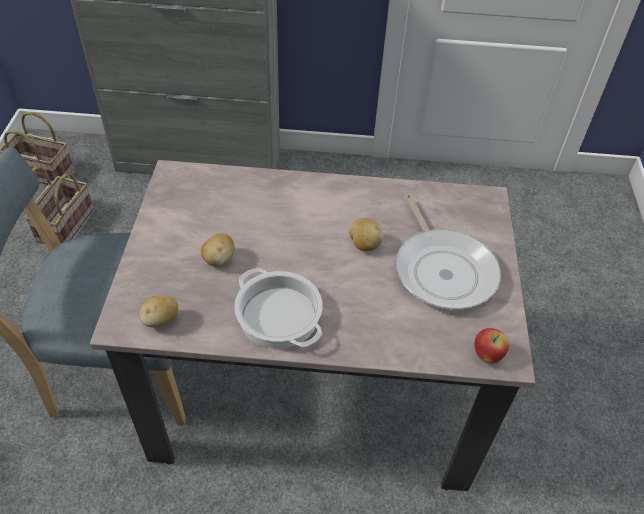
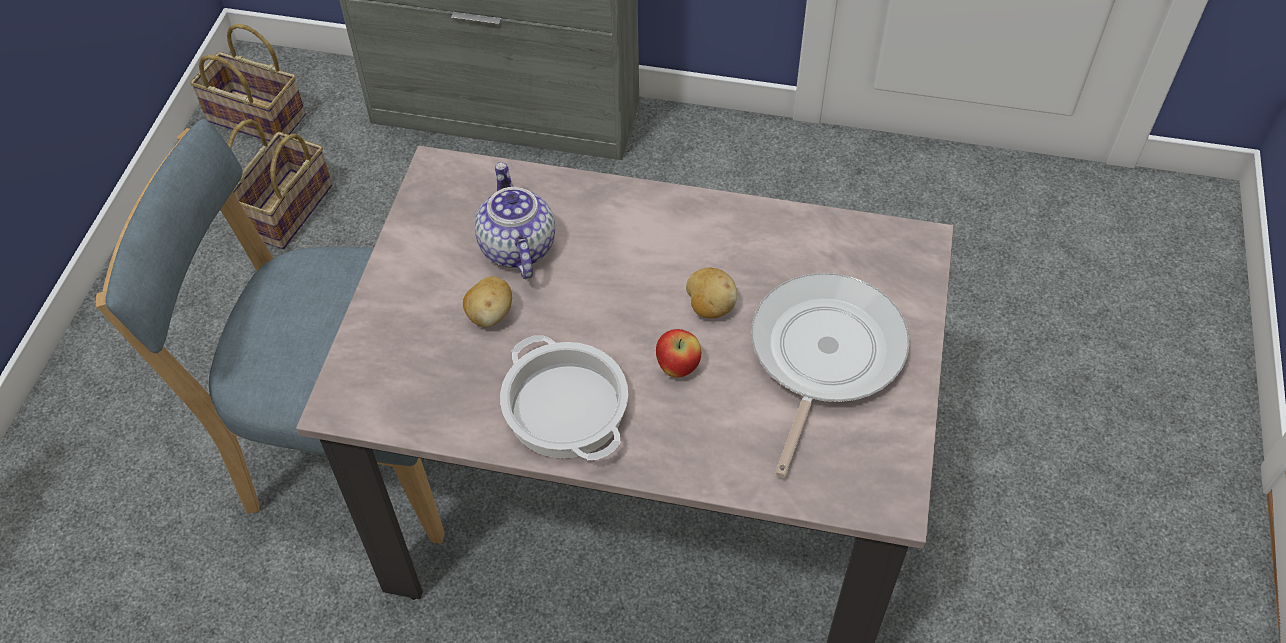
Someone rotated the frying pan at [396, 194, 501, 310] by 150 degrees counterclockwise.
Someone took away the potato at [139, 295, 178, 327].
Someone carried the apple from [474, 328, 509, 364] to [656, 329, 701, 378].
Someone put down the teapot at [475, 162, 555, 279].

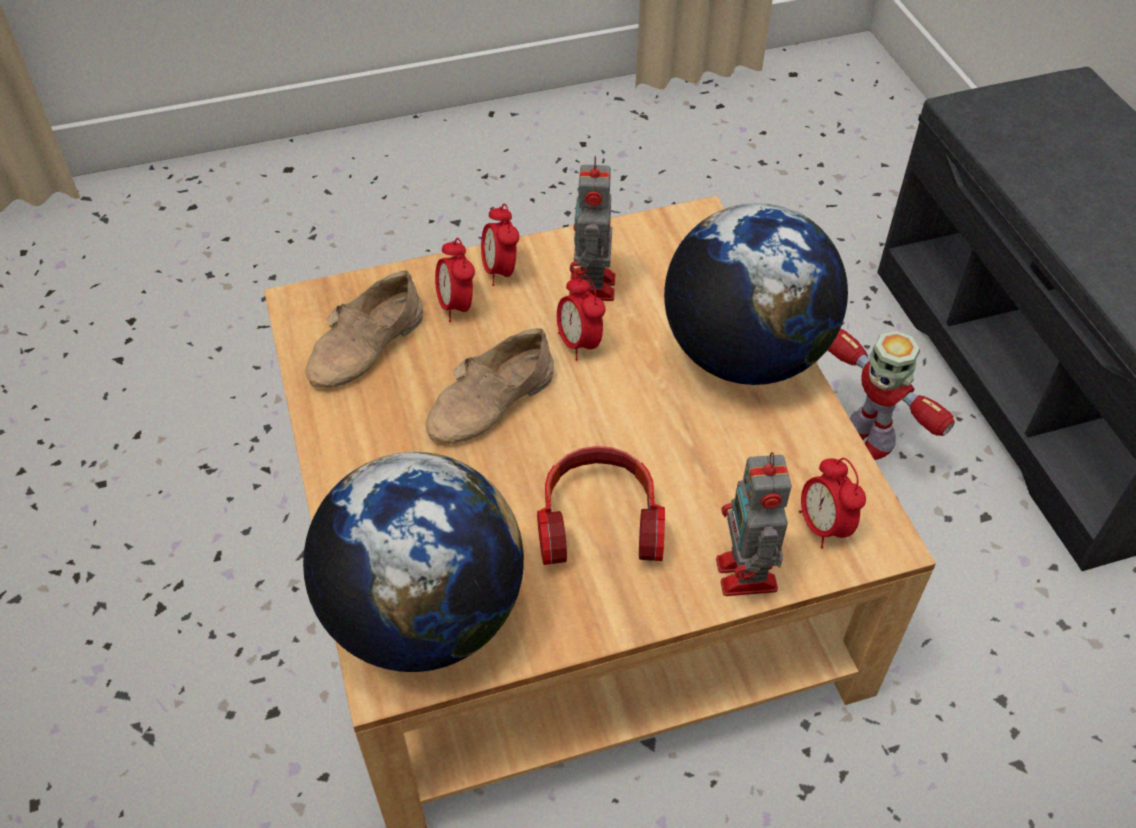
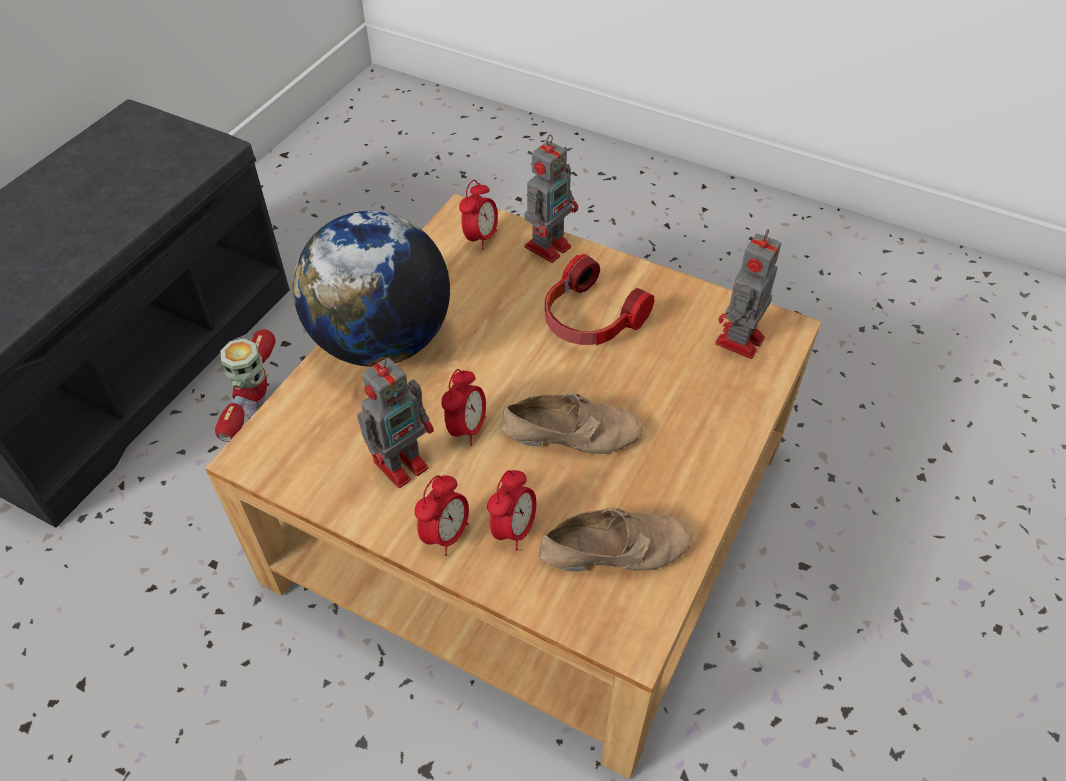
Someone swapped the globe at [303, 452, 524, 672] for the toy robot at [715, 229, 781, 359].

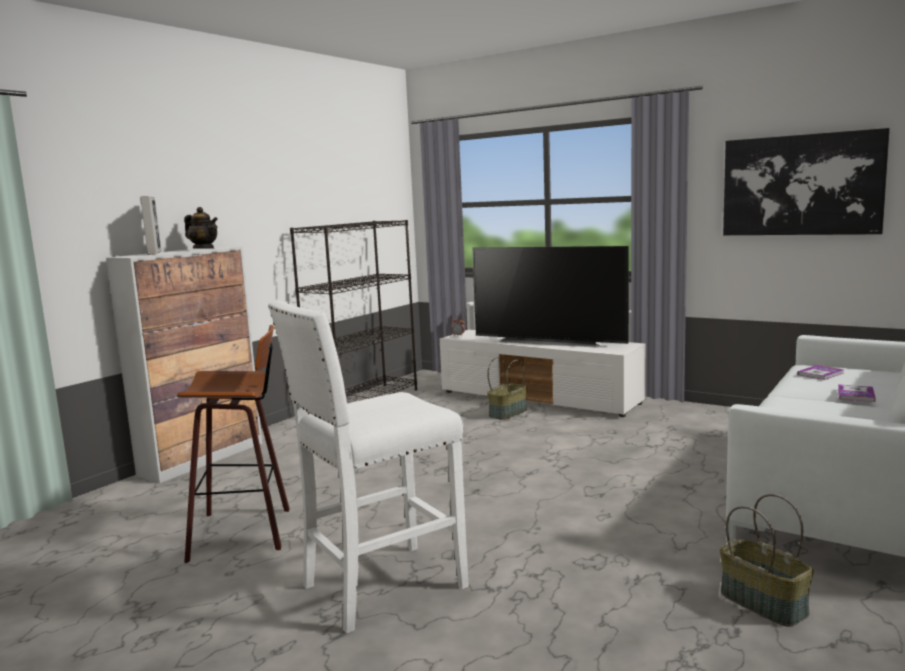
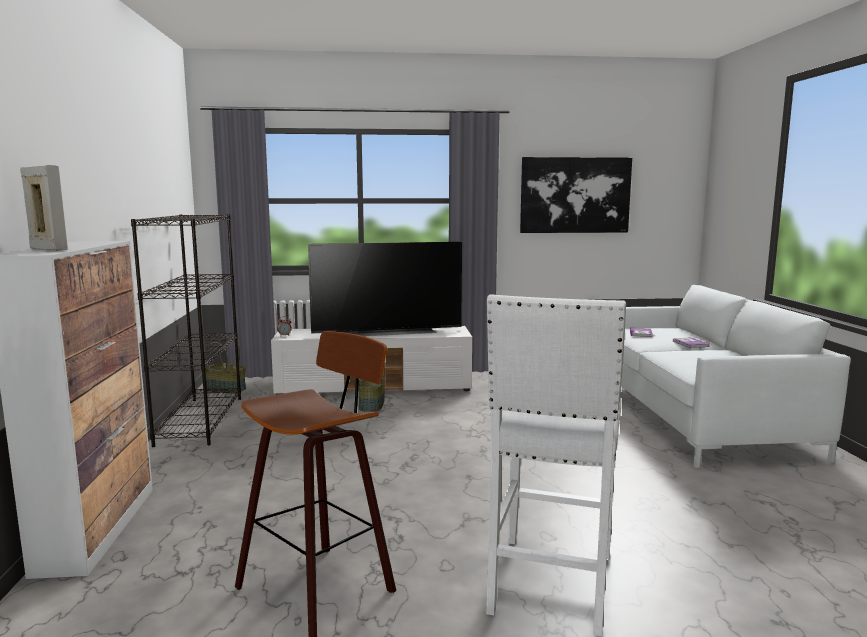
Someone took away the teapot at [184, 207, 218, 249].
Someone carried the basket from [720, 494, 814, 627] to [205, 338, 246, 394].

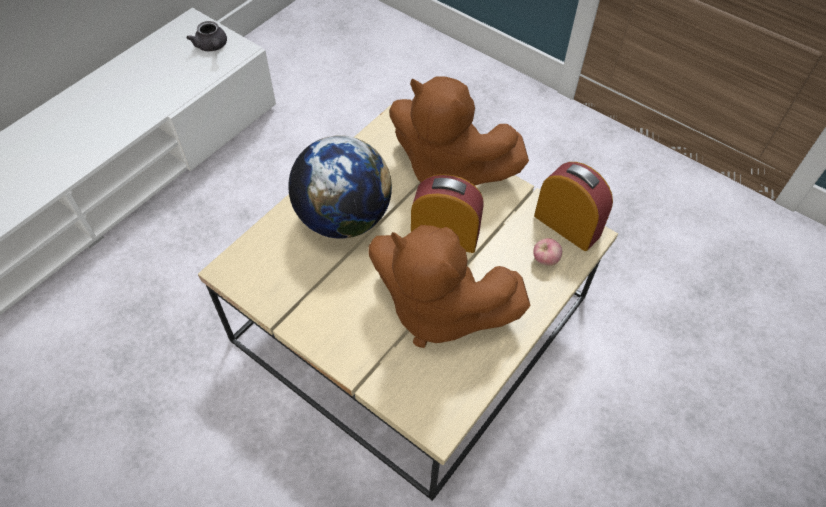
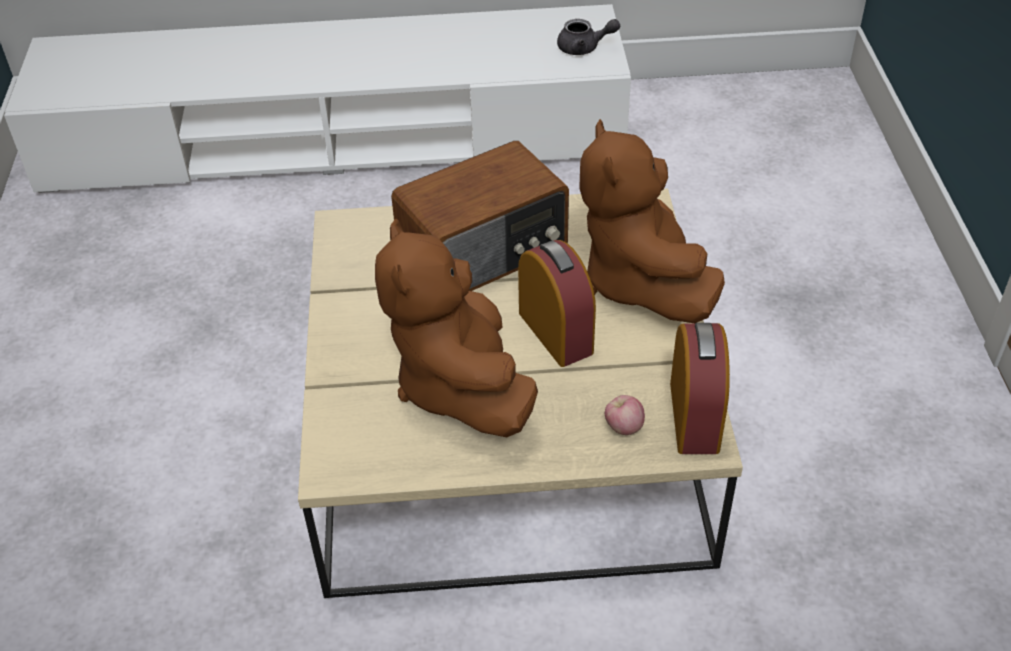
Someone rotated the teapot/grey at [186, 21, 227, 52] by 105 degrees counterclockwise.
Someone swapped the globe at [288, 135, 392, 239] for the radio at [391, 141, 569, 291].

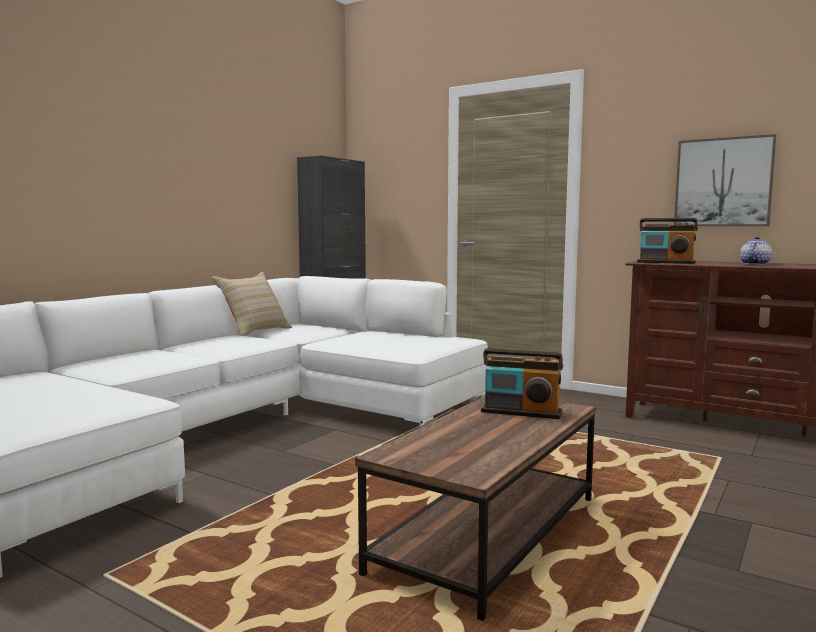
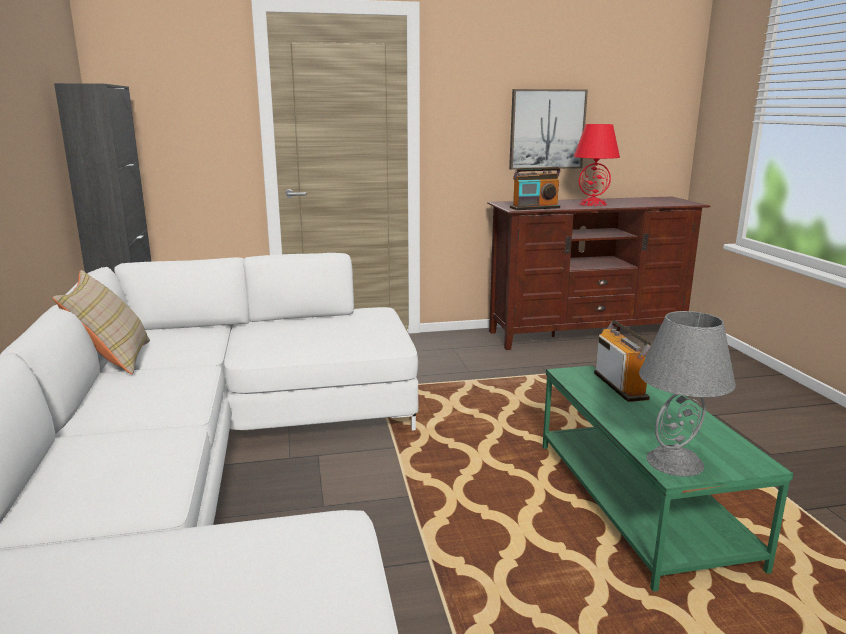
Someone swapped the teapot at [740, 236, 772, 265] for the table lamp/red at [574, 124, 620, 206].
Someone rotated the radio at [481, 348, 563, 419] by 75 degrees counterclockwise.
Someone repainted the coffee table/brown at [355, 396, 596, 621], which became the coffee table/green at [543, 365, 794, 592].
Someone put down the table lamp/grey at [639, 311, 736, 477].

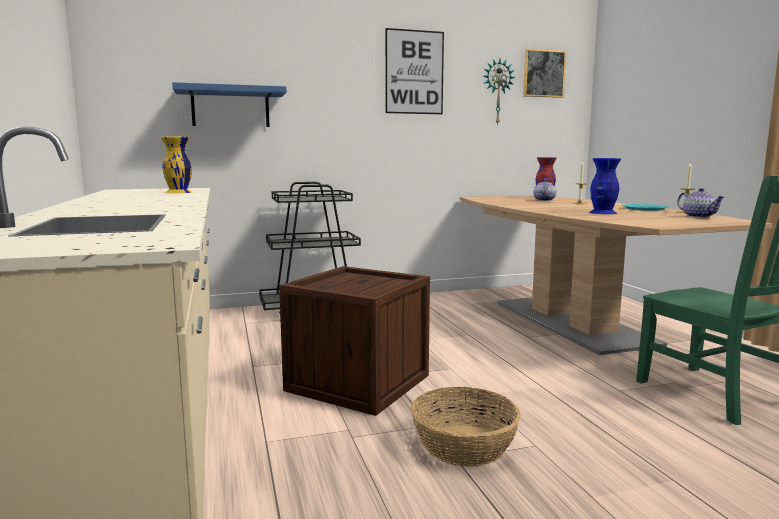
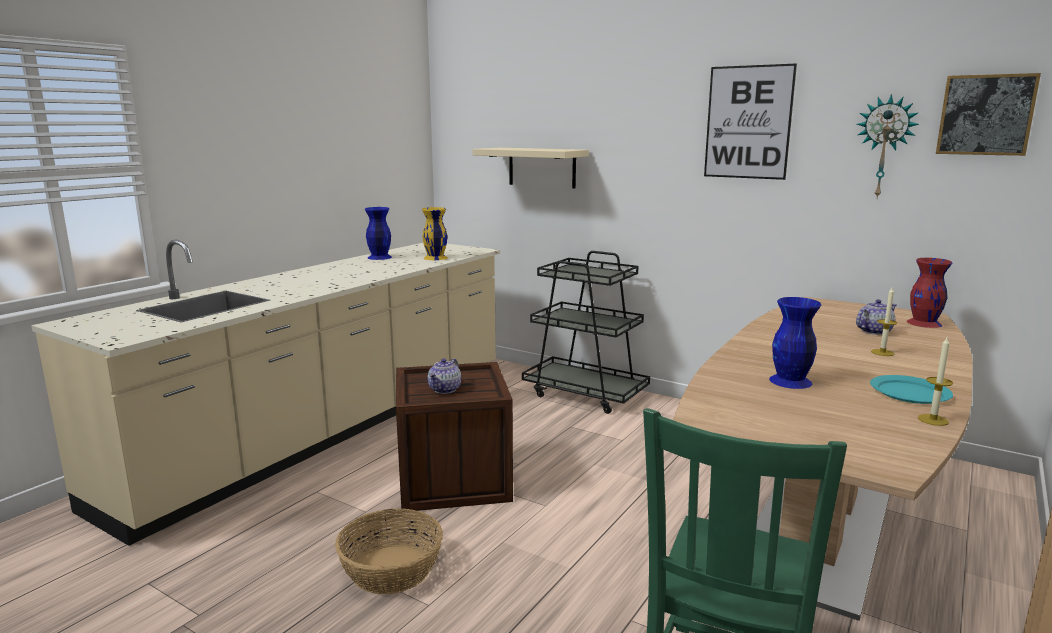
Someone repainted the shelf/blue at [172, 82, 287, 127], which became the shelf/beige at [473, 148, 589, 188].
Someone carried the teapot from [677, 188, 725, 218] to [427, 358, 461, 394].
Someone put down the vase/blue at [365, 207, 392, 260].

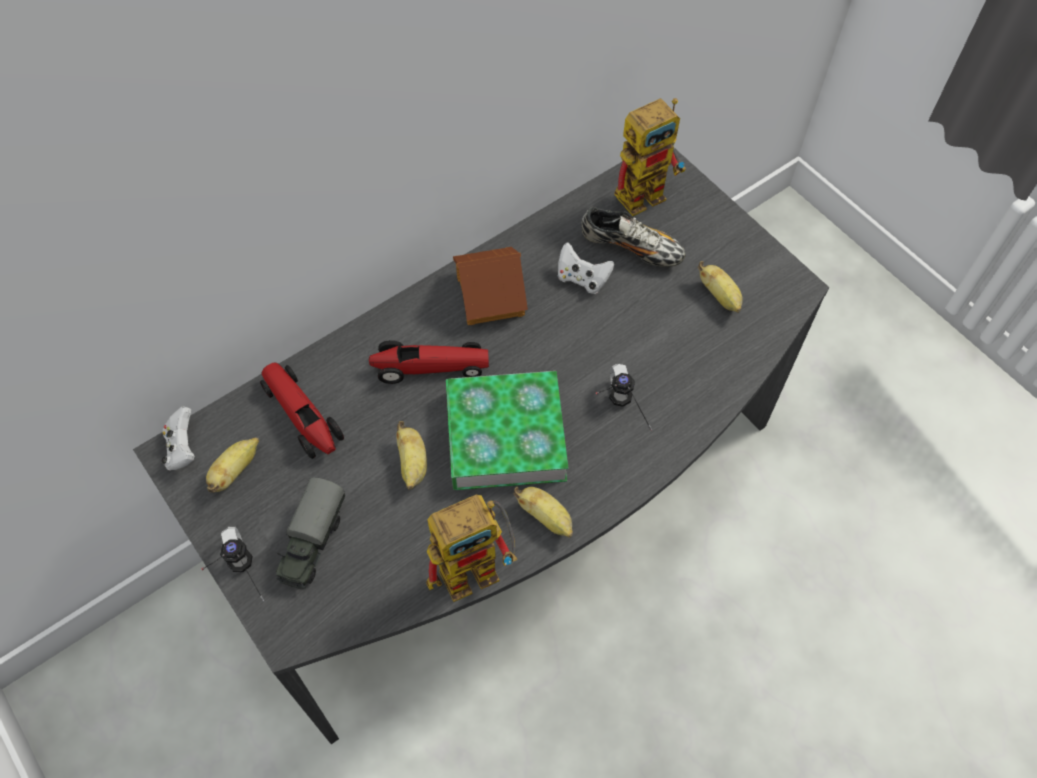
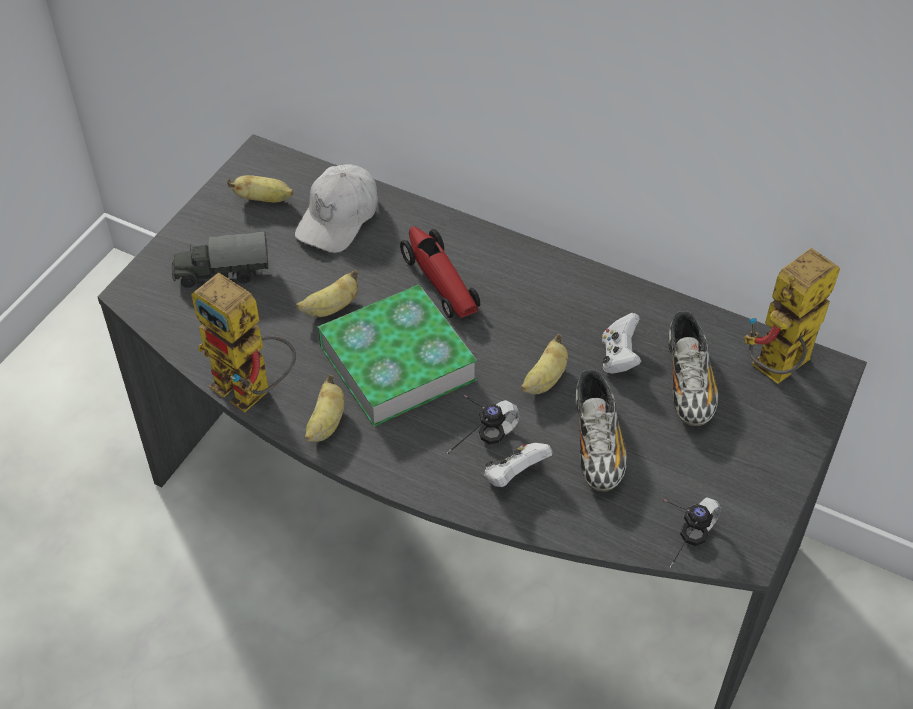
Someone rotated the toy robot at [614, 98, 686, 216] by 105 degrees clockwise.
Someone took away the toy house at [453, 247, 528, 325].
Someone carried the banana from [698, 261, 743, 313] to [521, 334, 568, 394].
Someone swapped the toy car at [260, 363, 344, 459] for the cap/white at [295, 164, 378, 253].
Someone carried the game controller/white from [162, 406, 195, 471] to [485, 443, 553, 487].
Someone carried the headphones from [202, 527, 264, 602] to [663, 497, 721, 569].
Someone put down the shoe at [575, 369, 627, 491].

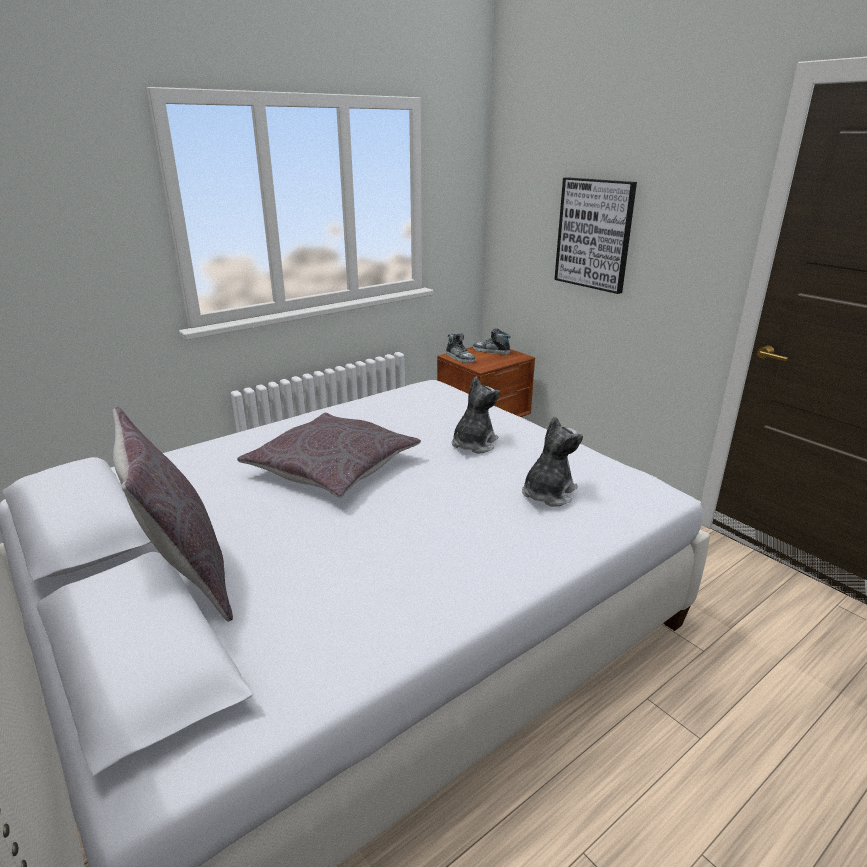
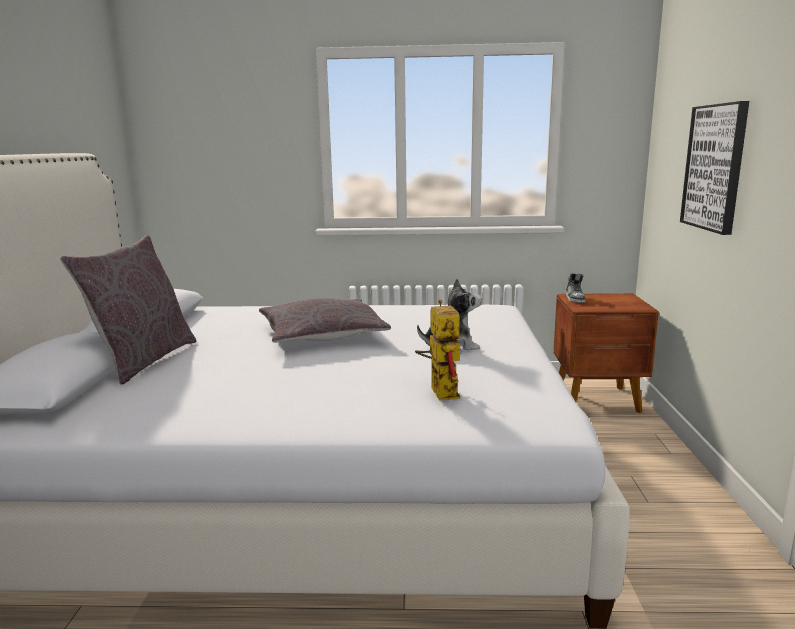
Someone took away the shoe at [473, 328, 511, 355].
Someone swapped the plush toy at [522, 416, 583, 507] for the toy robot at [415, 300, 461, 401].

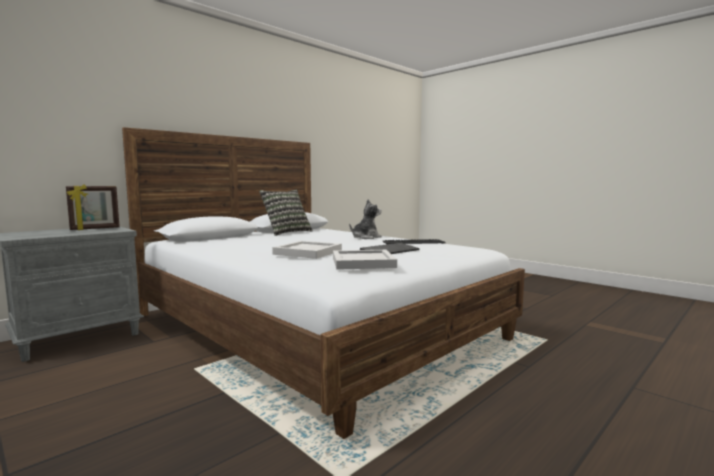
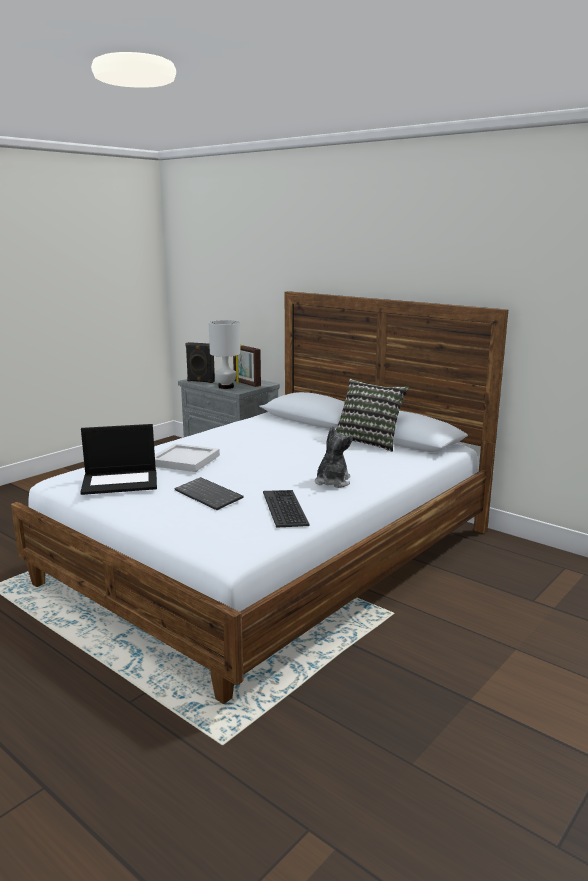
Someone rotated the plush toy at [349, 199, 382, 239] by 120 degrees counterclockwise.
Someone swapped the tray/white at [333, 250, 397, 270] for the laptop at [80, 424, 157, 495].
Someone put down the table lamp/white at [209, 320, 240, 389].
Someone put down the speaker/black at [185, 342, 215, 383].

